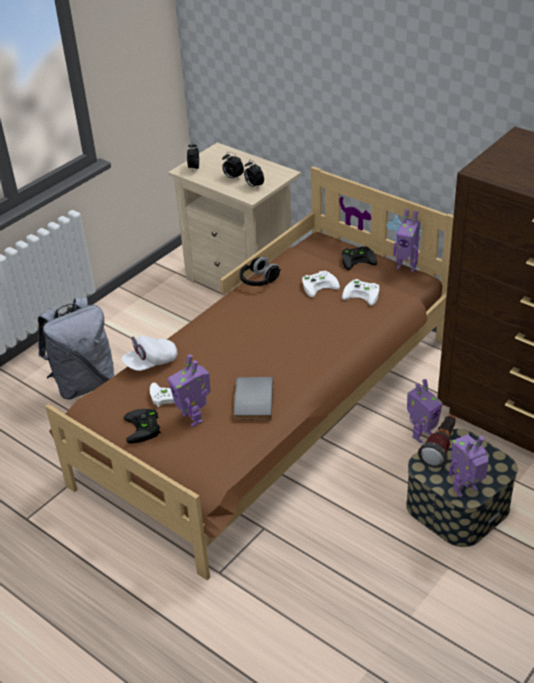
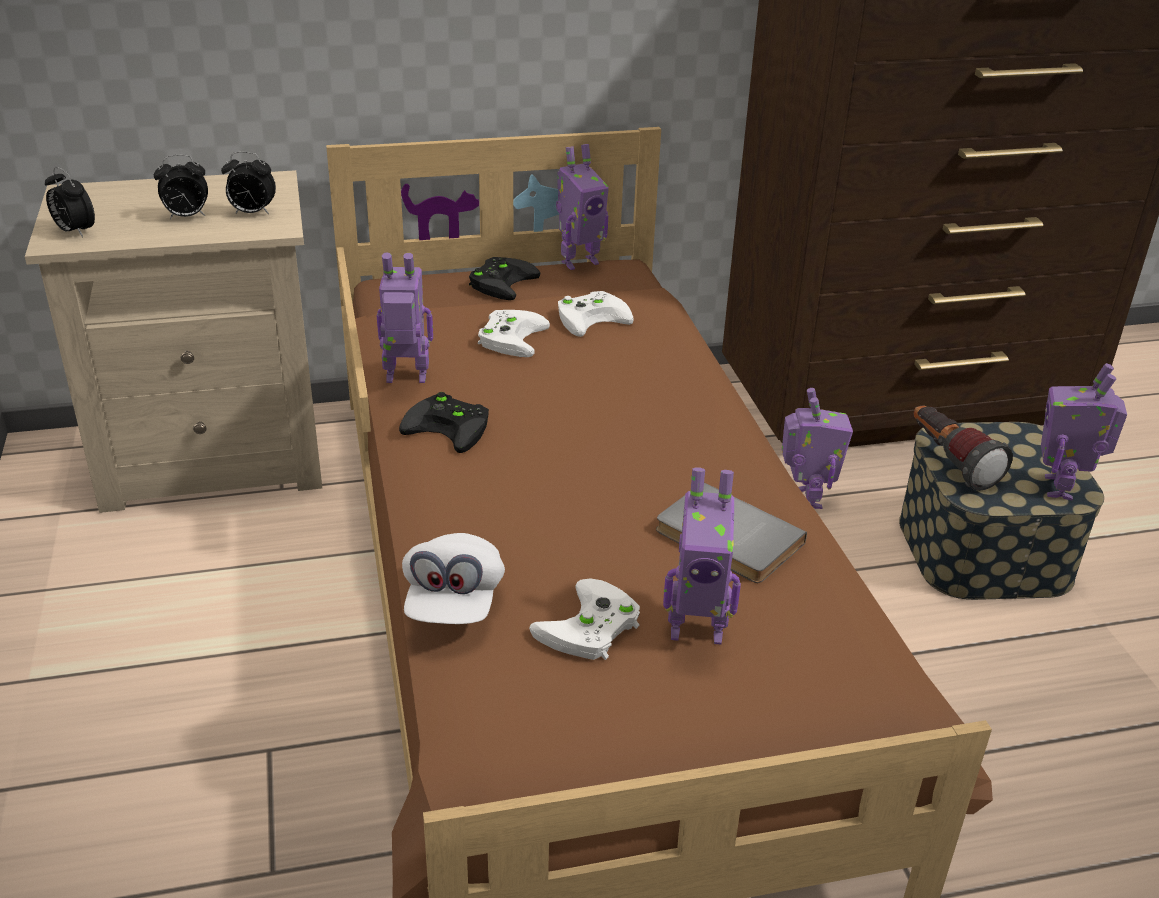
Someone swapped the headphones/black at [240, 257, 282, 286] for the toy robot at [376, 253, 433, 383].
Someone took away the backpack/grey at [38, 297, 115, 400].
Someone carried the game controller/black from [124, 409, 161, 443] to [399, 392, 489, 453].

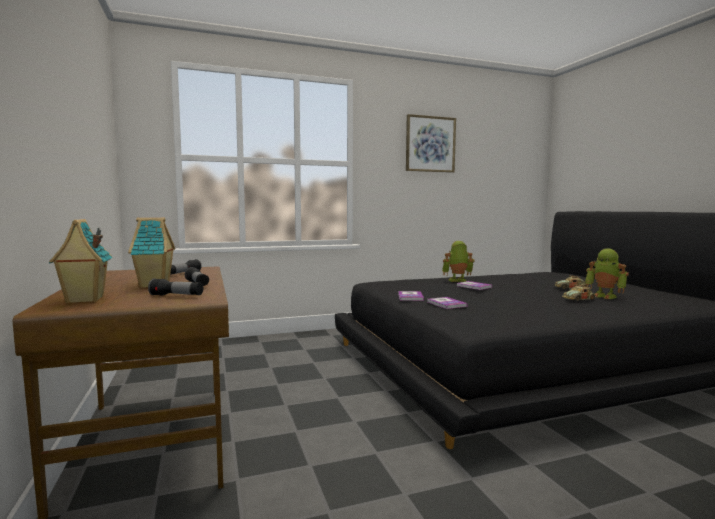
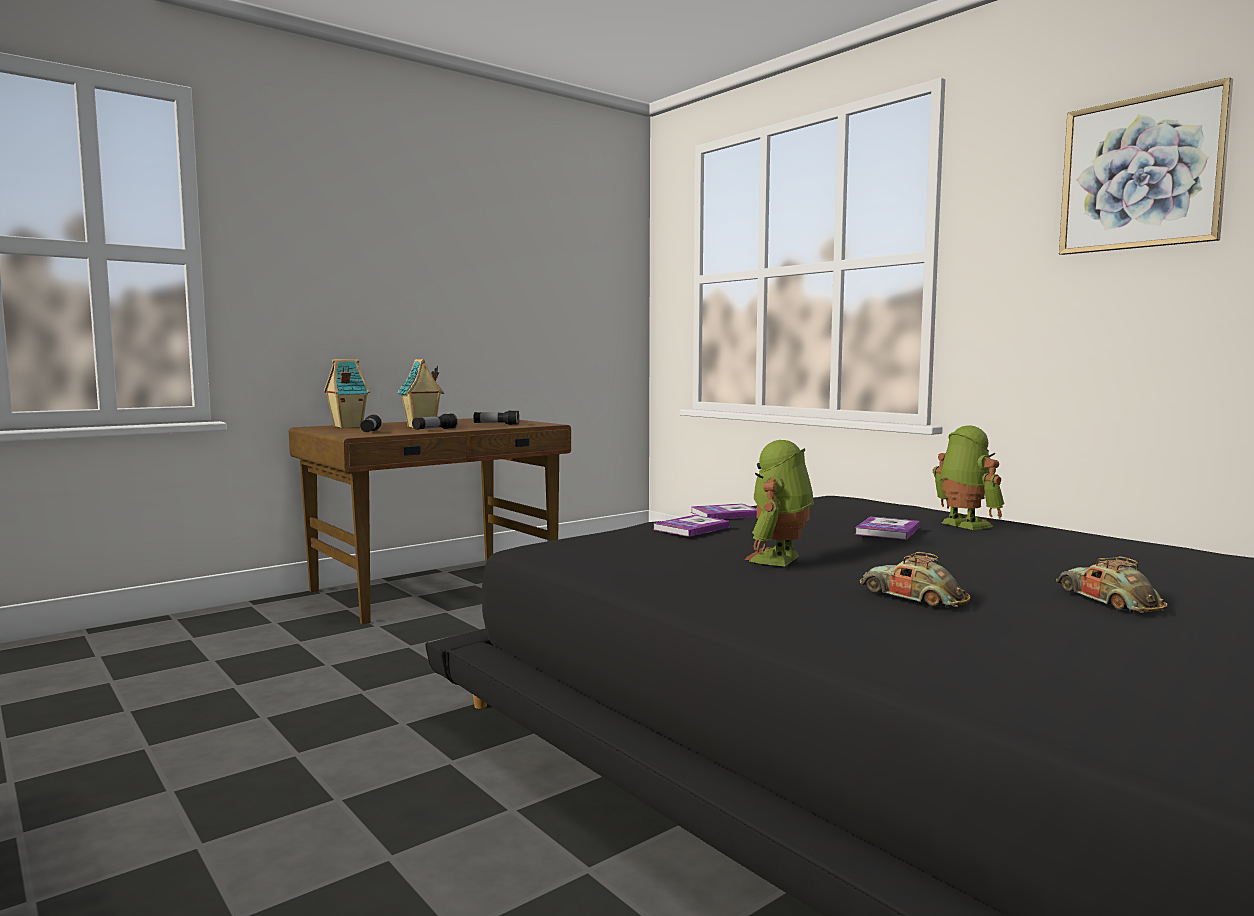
Someone carried the toy robot from [585, 248, 629, 299] to [745, 440, 814, 566].

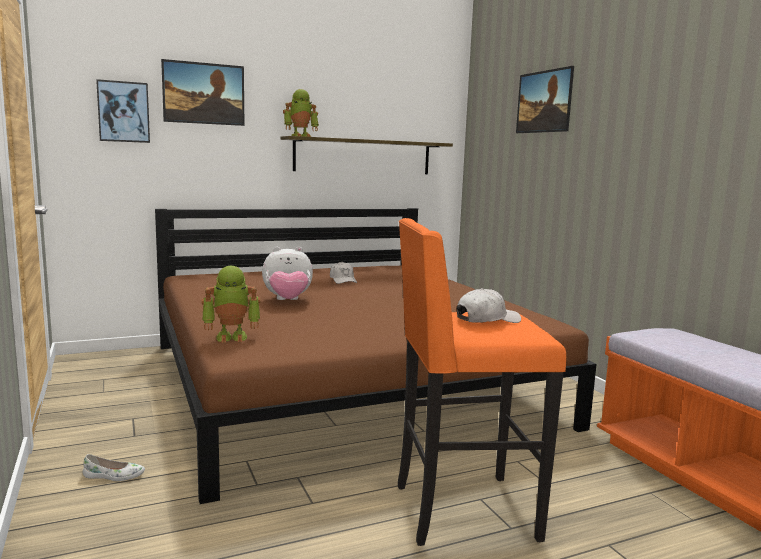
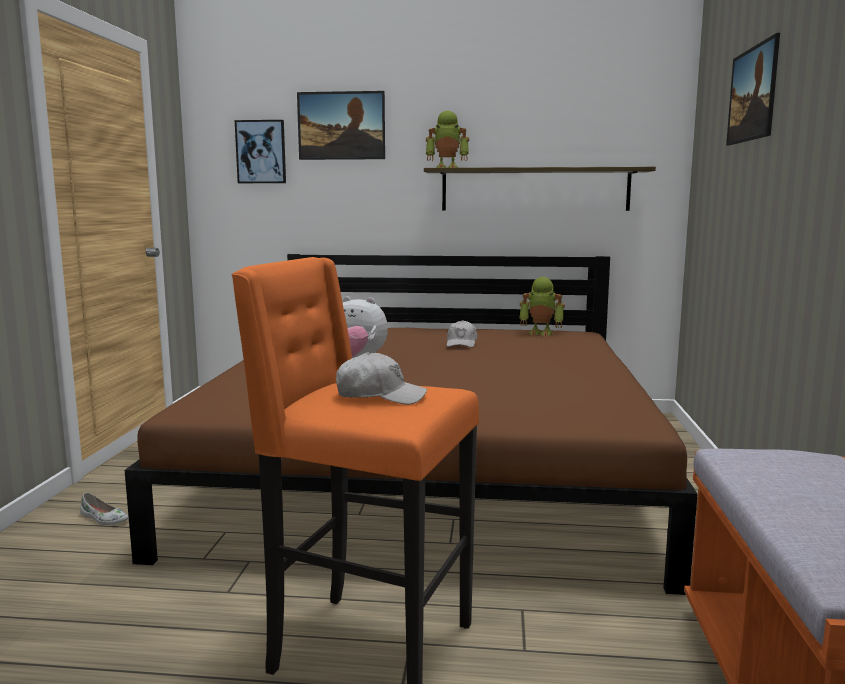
Someone carried the toy robot from [202, 265, 260, 343] to [520, 277, 565, 336].

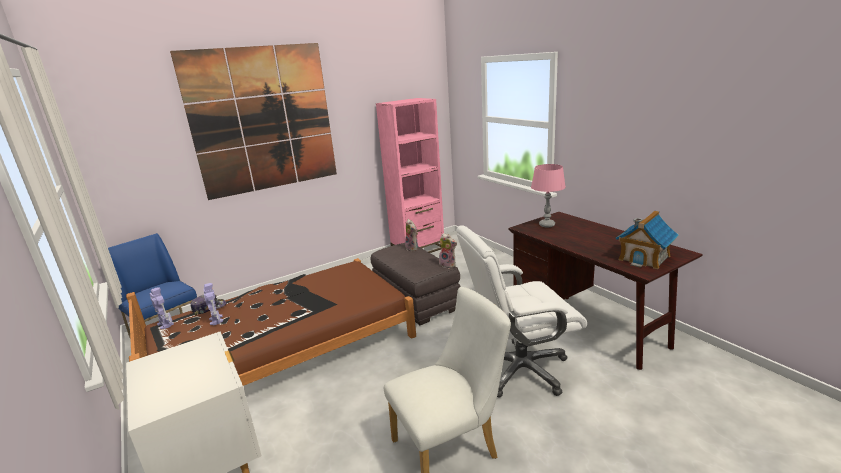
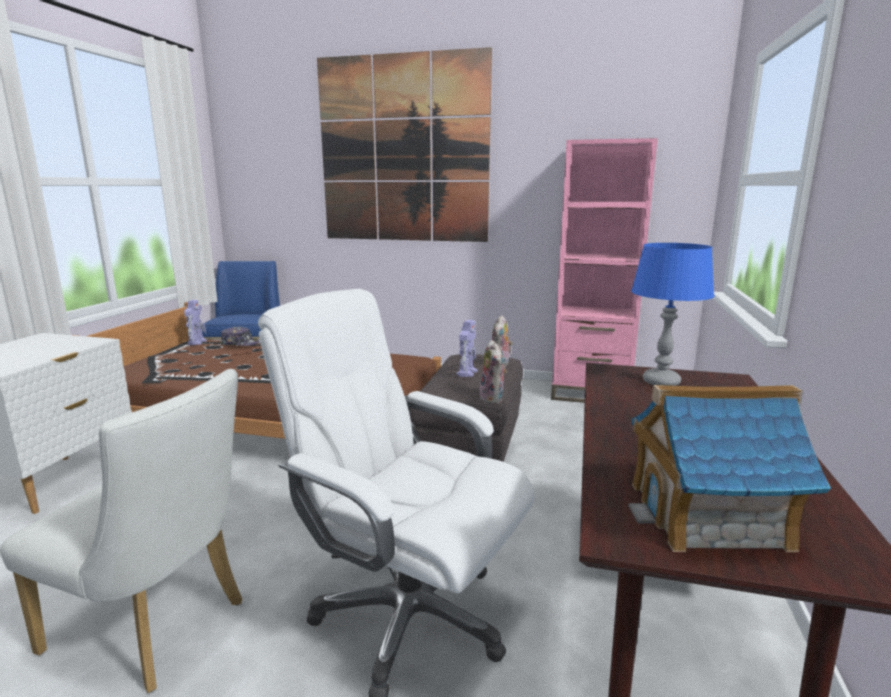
Someone repainted the table lamp/pink at [531, 164, 566, 228], which became the table lamp/blue at [631, 243, 714, 386].
Someone carried the toy robot from [204, 283, 223, 326] to [457, 320, 478, 377].

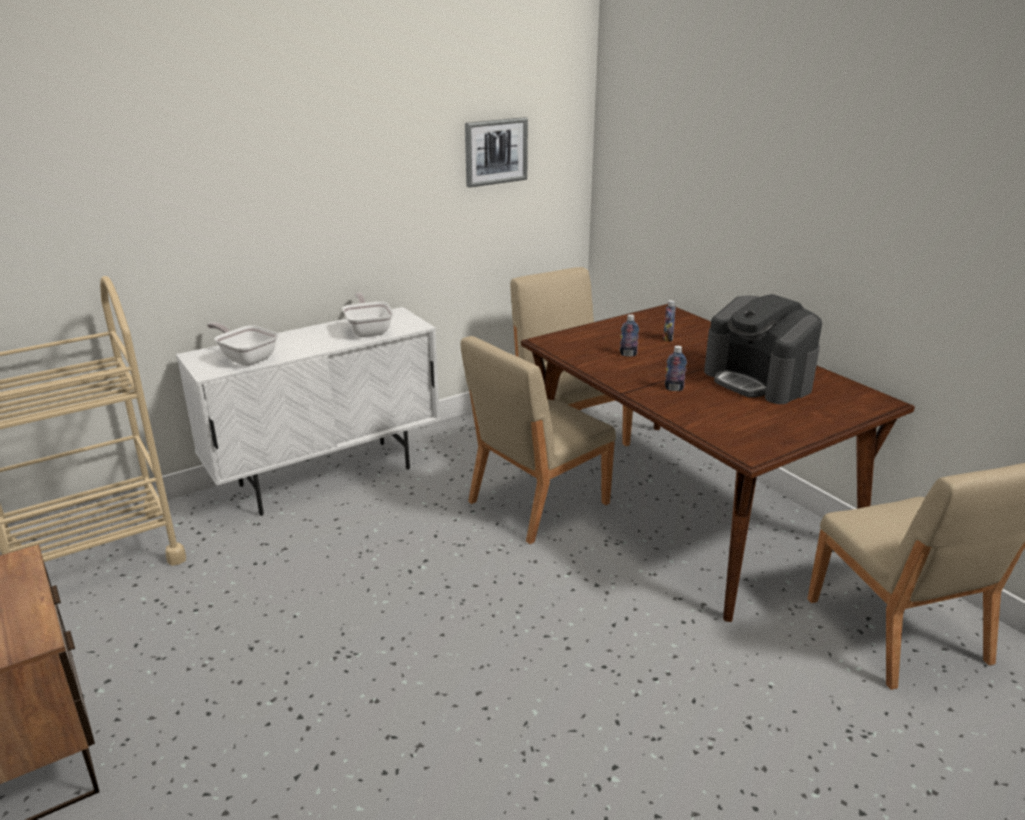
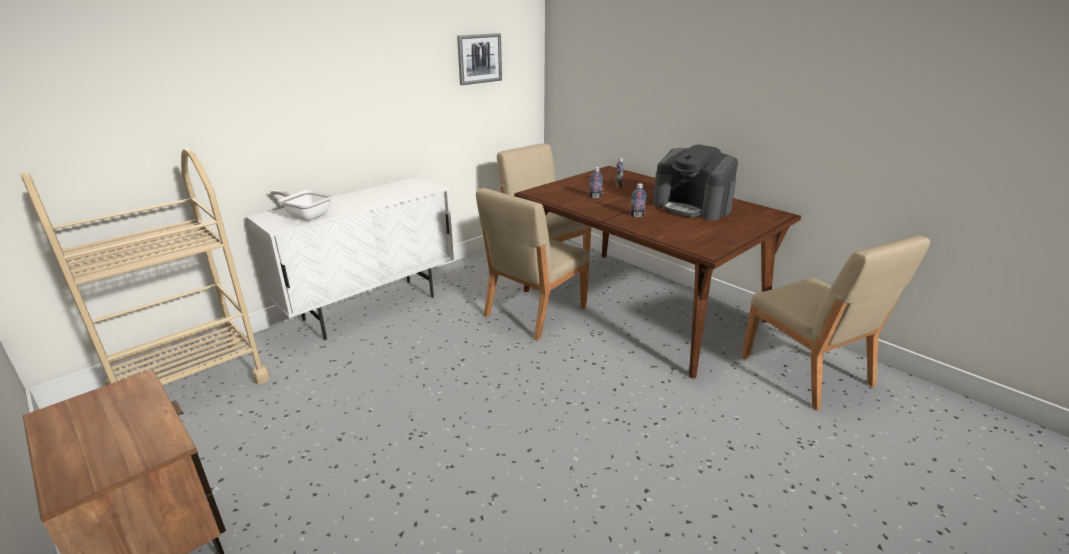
Someone took away the frying pan at [342, 293, 393, 337].

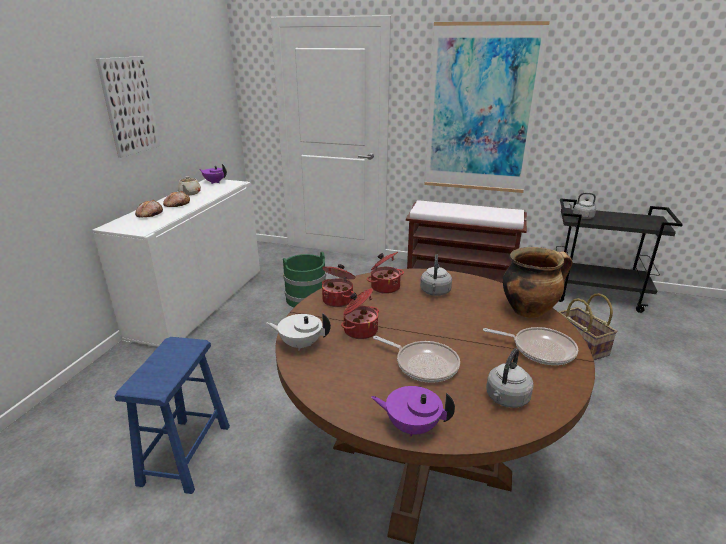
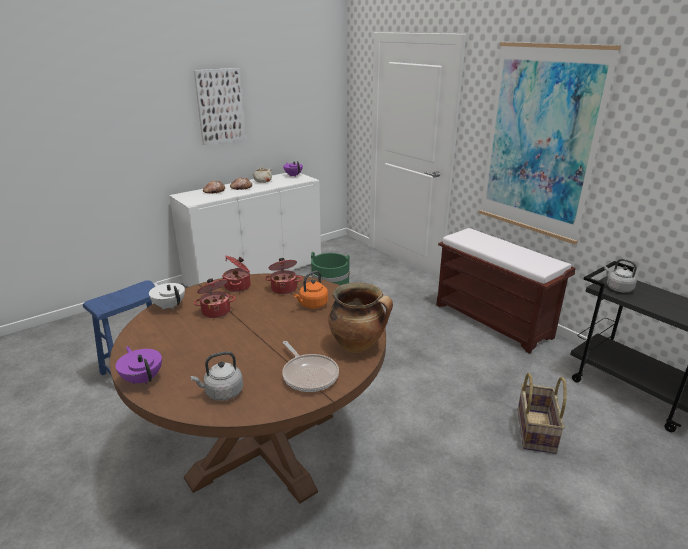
Someone repainted the kettle/grey at [420, 254, 452, 296], which became the kettle/orange at [294, 271, 328, 309].
Someone took away the frying pan at [373, 336, 460, 383].

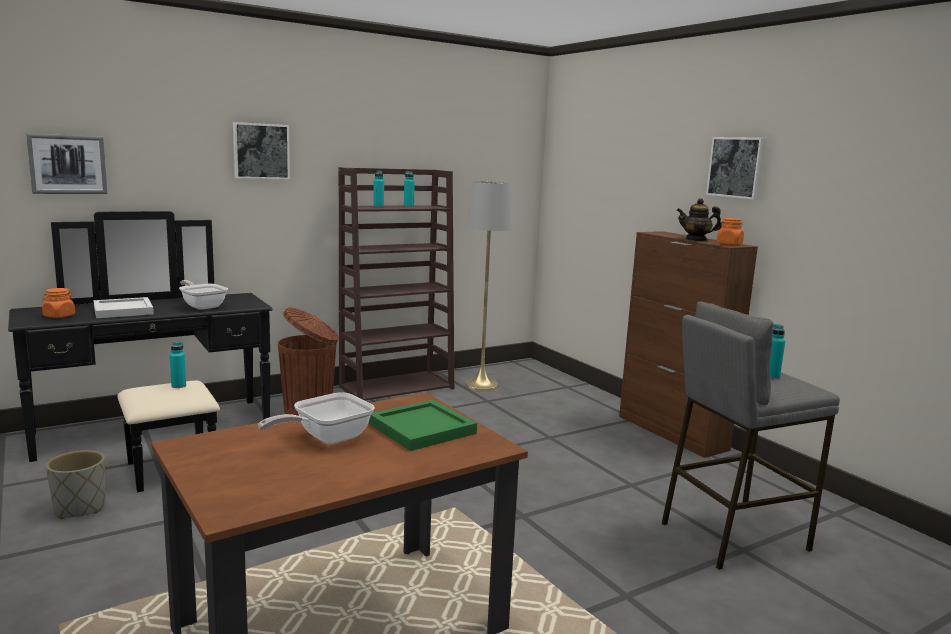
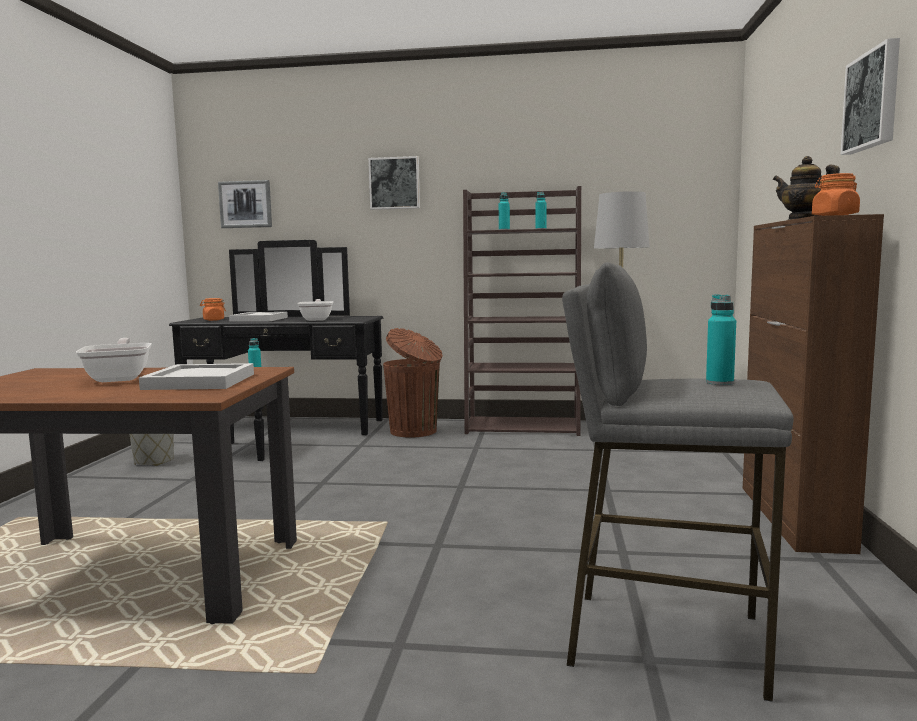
Someone rotated the frying pan at [258, 392, 375, 444] by 75 degrees clockwise.
Someone repainted the tray/green at [369, 400, 477, 451], which became the tray/white at [139, 363, 254, 390].

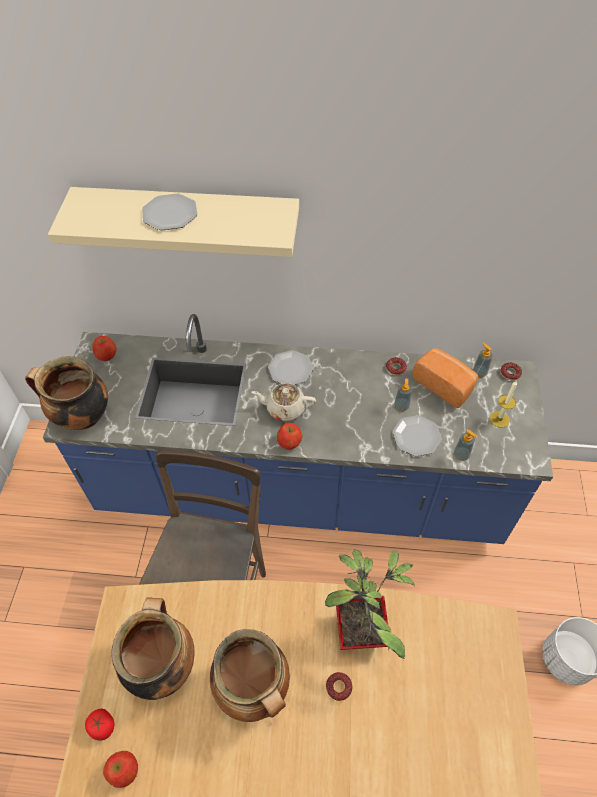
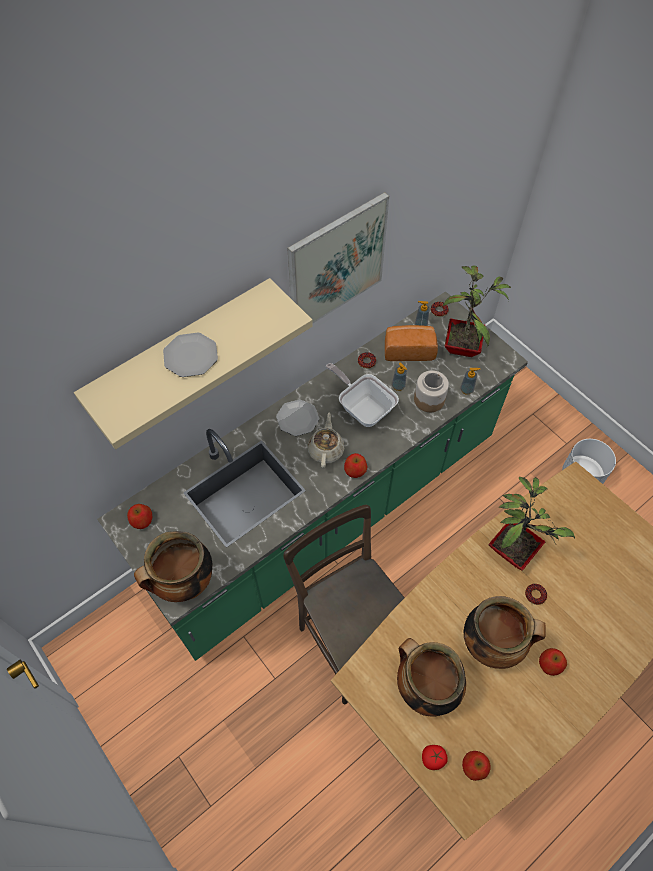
Someone repainted the counter/blue at [43, 314, 553, 544], which became the counter/green at [97, 291, 528, 661].
Someone swapped the candle at [490, 381, 517, 428] for the potted plant at [443, 265, 511, 357].
Someone rotated the teapot/beige at [252, 383, 316, 421] by 135 degrees clockwise.
Someone swapped the plate at [392, 415, 442, 456] for the jar at [414, 370, 449, 412].
Someone put up the picture at [287, 192, 389, 323].
Someone put down the frying pan at [326, 363, 399, 427].
Someone put down the apple at [539, 648, 567, 676].

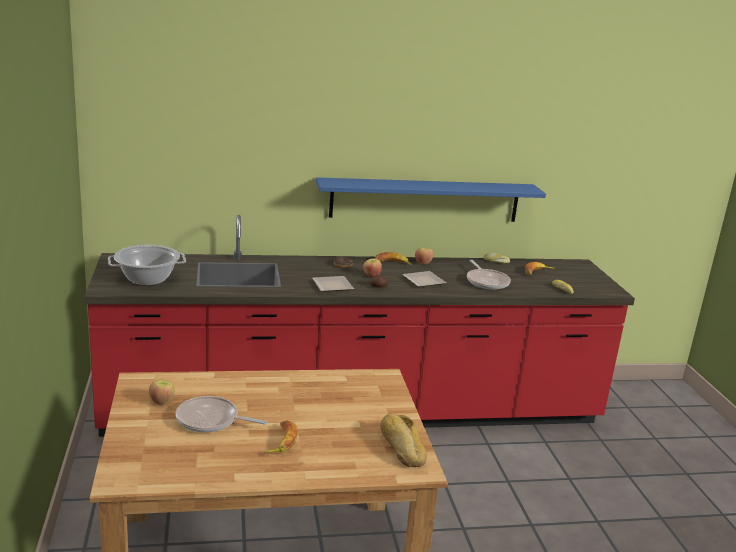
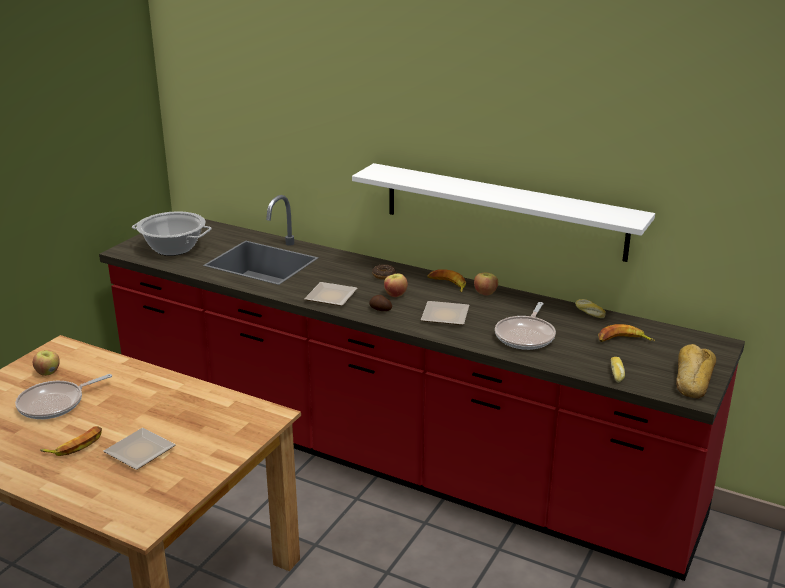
Someone repainted the shelf/blue at [316, 177, 546, 222], which became the shelf/white at [352, 163, 655, 262].
Someone rotated the frying pan at [176, 396, 268, 433] by 90 degrees counterclockwise.
Someone carried the bread from [380, 414, 427, 467] to [676, 344, 716, 399].
Someone put down the plate at [103, 428, 176, 470].

